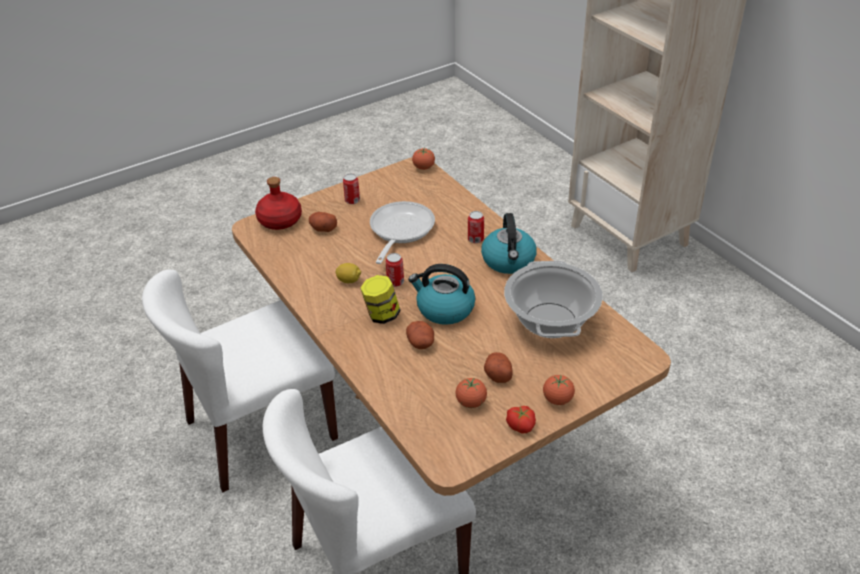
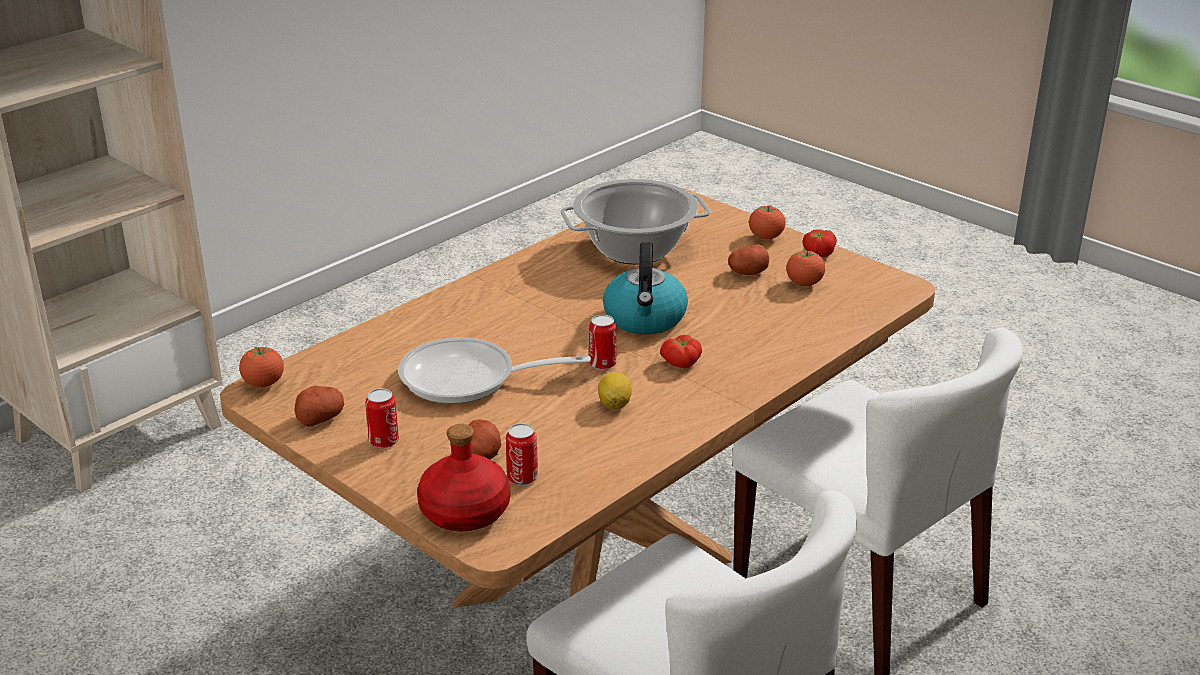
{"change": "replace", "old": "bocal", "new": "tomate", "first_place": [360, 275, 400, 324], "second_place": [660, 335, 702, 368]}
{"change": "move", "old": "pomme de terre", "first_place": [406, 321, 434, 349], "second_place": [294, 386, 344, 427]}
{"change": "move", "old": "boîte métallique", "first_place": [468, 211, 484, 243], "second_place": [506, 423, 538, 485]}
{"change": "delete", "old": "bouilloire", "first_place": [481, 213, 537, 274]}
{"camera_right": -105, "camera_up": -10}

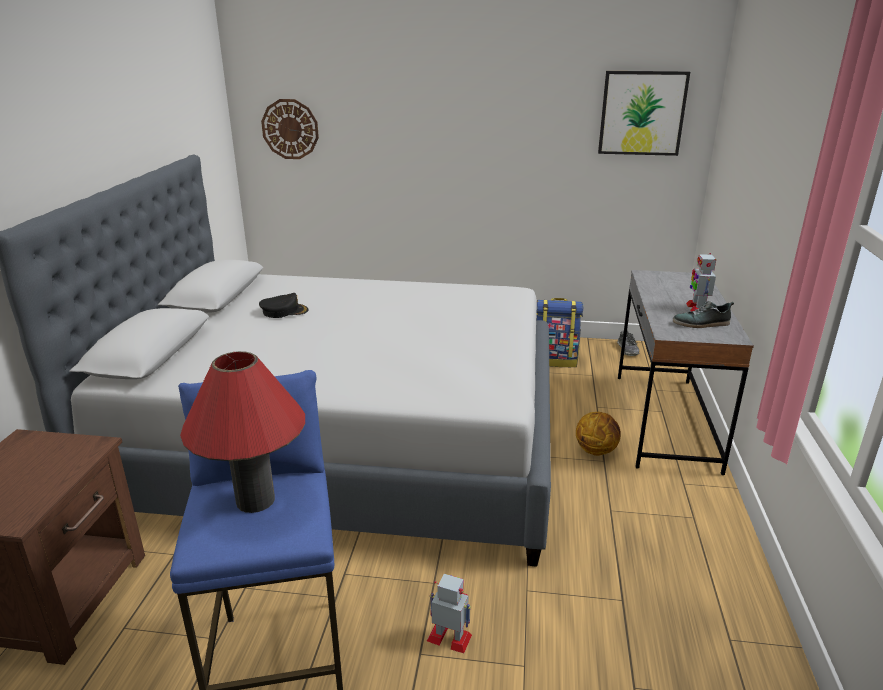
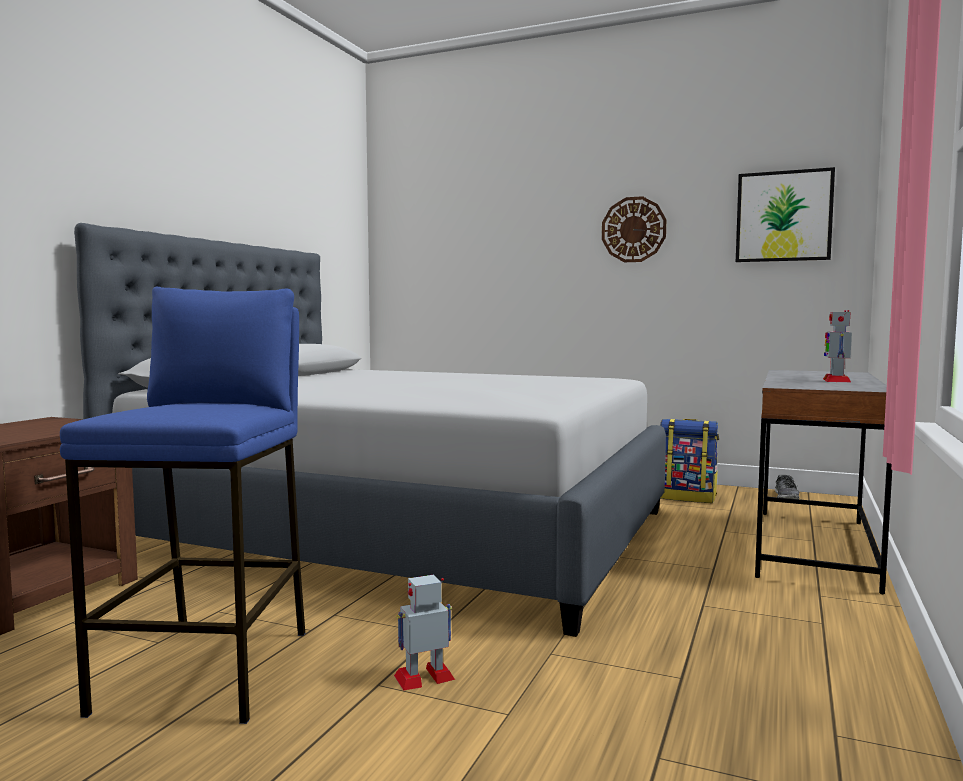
{"change": "delete", "old": "lampe de table/rouge", "first_place": [180, 351, 305, 513]}
{"change": "delete", "old": "casquette/noir", "first_place": [259, 293, 309, 318]}
{"change": "move", "old": "horloge murale", "first_place": [261, 99, 319, 159], "second_place": [602, 196, 666, 262]}
{"change": "rotate", "old": "robot jouet", "first_place": [427, 574, 472, 653], "second_place": [394, 575, 455, 691], "degrees": -60}
{"change": "delete", "old": "ballon de basket", "first_place": [576, 412, 621, 456]}
{"change": "delete", "old": "chaussure", "first_place": [673, 301, 734, 328]}
{"camera_right": 15, "camera_up": -20}

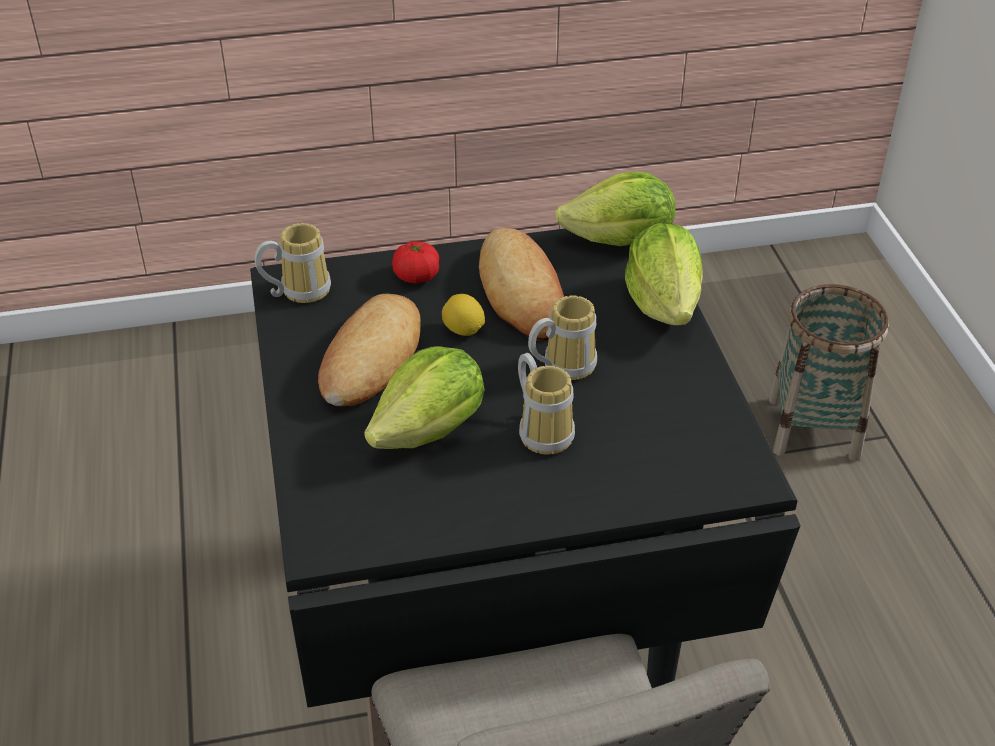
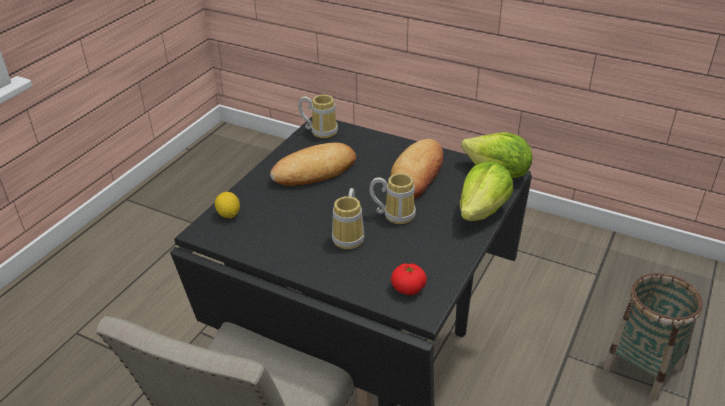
{"change": "delete", "old": "laitue", "first_place": [364, 346, 485, 449]}
{"change": "move", "old": "tomate", "first_place": [392, 241, 439, 283], "second_place": [391, 263, 427, 295]}
{"change": "move", "old": "citron", "first_place": [442, 294, 485, 336], "second_place": [215, 192, 240, 218]}
{"camera_right": 40, "camera_up": -5}

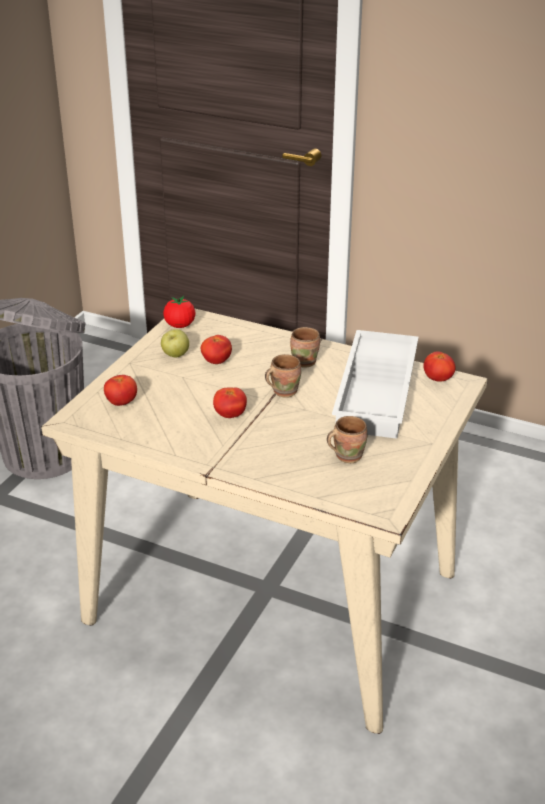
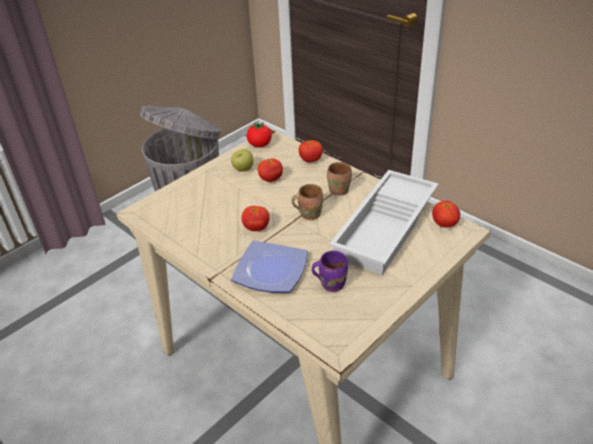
{"change": "move", "old": "tomate", "first_place": [104, 375, 137, 406], "second_place": [299, 140, 323, 162]}
{"change": "recolor", "old": "mug/marron", "new": "mug/violet", "first_place": [327, 416, 367, 463], "second_place": [312, 251, 348, 292]}
{"change": "insert", "new": "assiette", "second_place": [231, 241, 308, 293]}
{"camera_right": 20, "camera_up": 5}

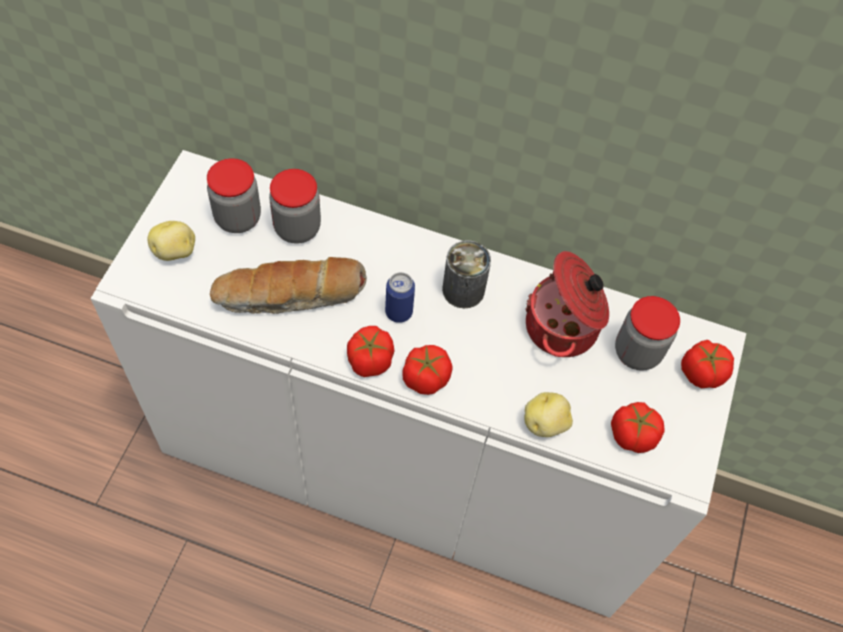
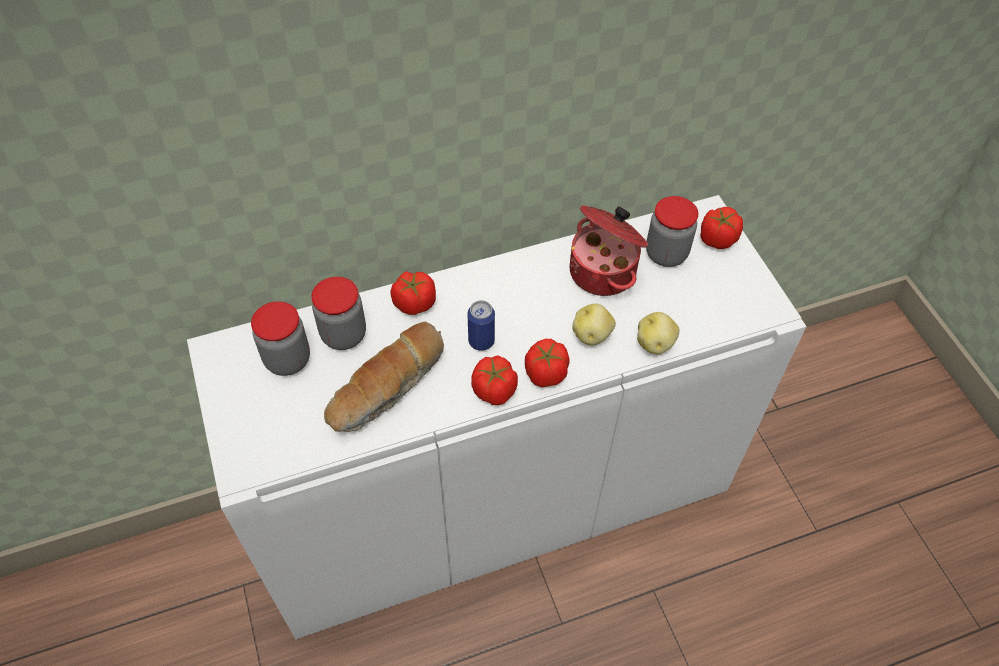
{"change": "move", "old": "pomme de terre", "first_place": [148, 221, 195, 261], "second_place": [572, 304, 616, 346]}
{"change": "delete", "old": "boîte métallique", "first_place": [442, 240, 491, 308]}
{"change": "move", "old": "tomate", "first_place": [611, 402, 664, 453], "second_place": [391, 271, 436, 315]}
{"camera_right": -35, "camera_up": -5}

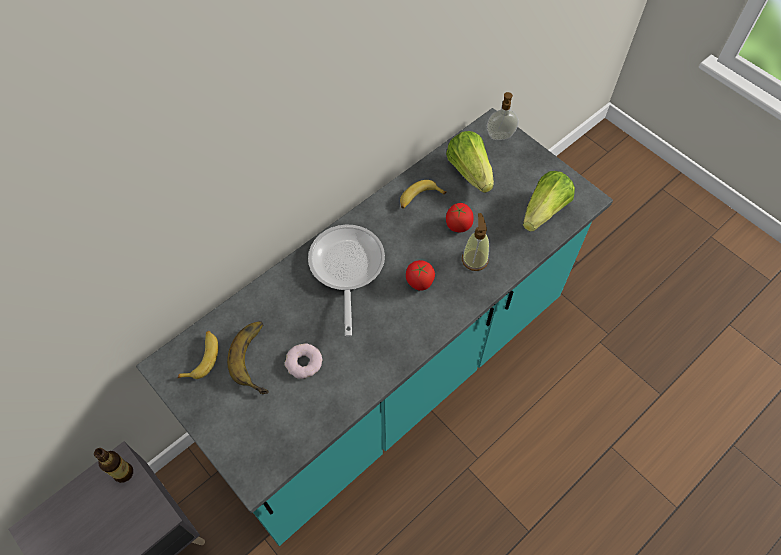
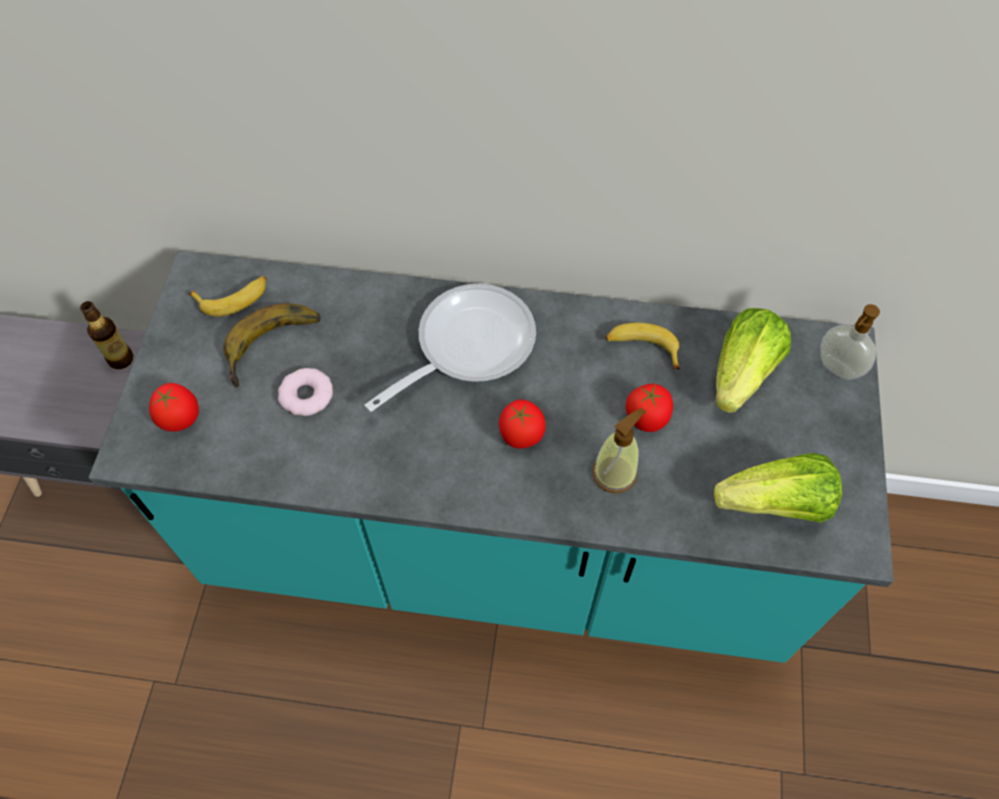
{"change": "insert", "new": "tomate", "second_place": [149, 383, 199, 432]}
{"camera_right": 50, "camera_up": 0}

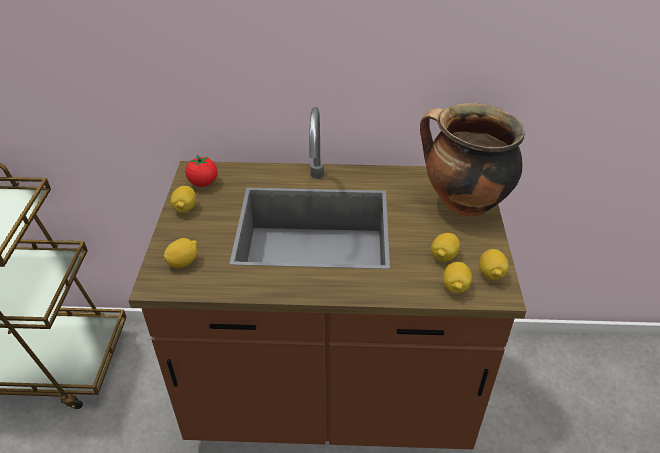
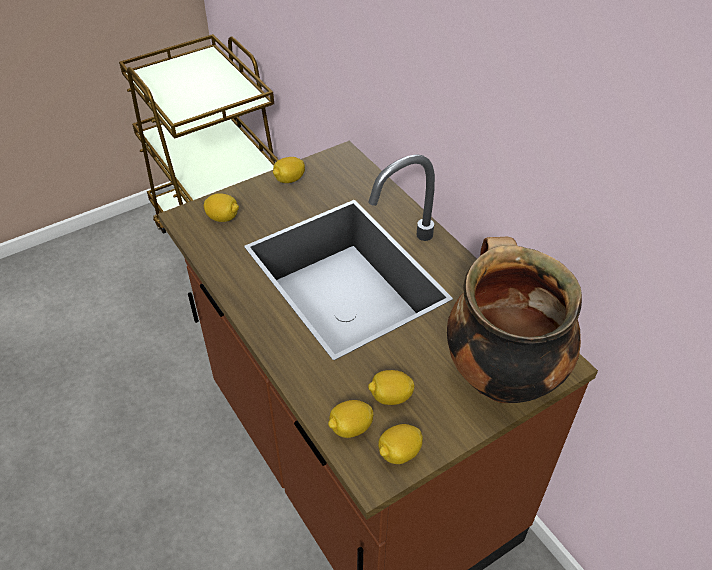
{"change": "delete", "old": "tomate", "first_place": [186, 155, 217, 187]}
{"camera_right": 55, "camera_up": 5}

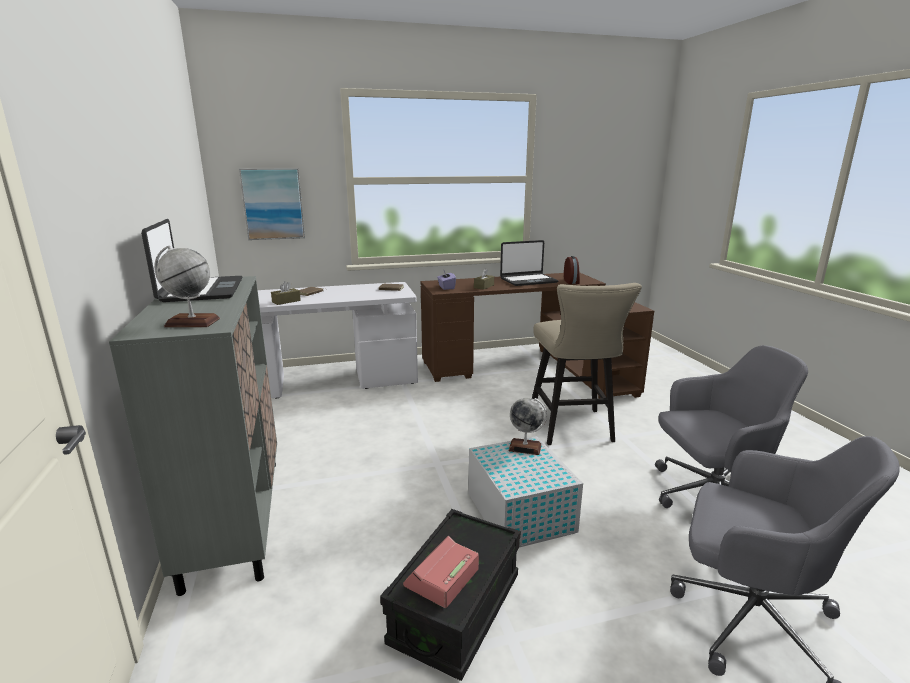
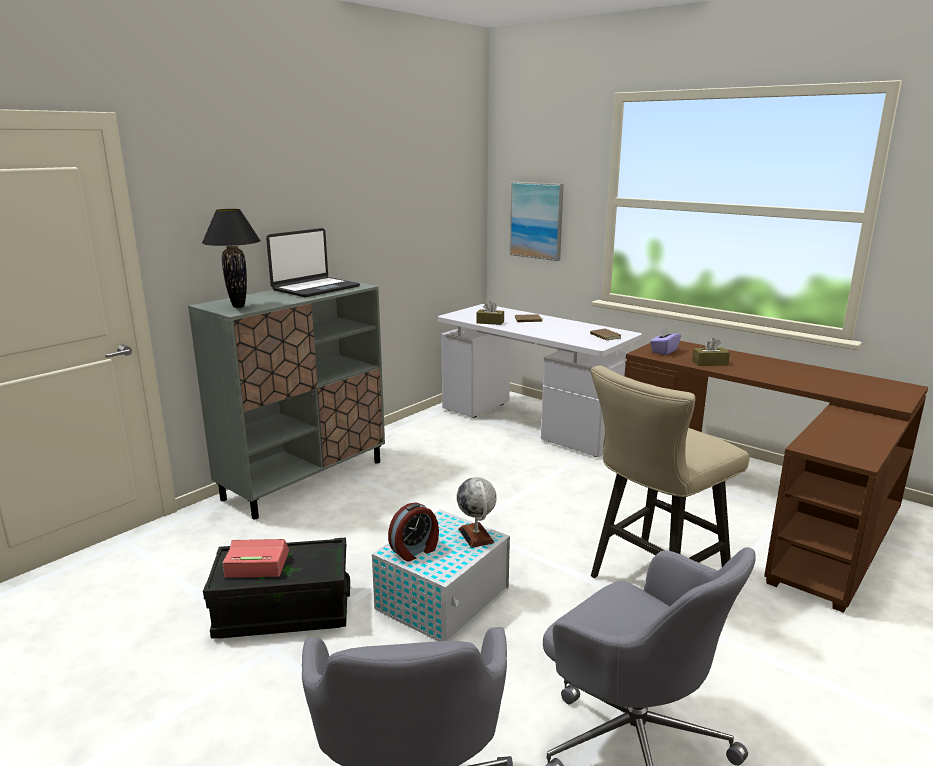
{"change": "replace", "old": "globe", "new": "lampe de table/noir", "first_place": [154, 245, 220, 327], "second_place": [202, 209, 261, 308]}
{"change": "delete", "old": "ordinateur portable", "first_place": [500, 240, 558, 286]}
{"change": "move", "old": "réveil", "first_place": [564, 256, 580, 284], "second_place": [388, 502, 439, 562]}
{"camera_right": 55, "camera_up": 0}

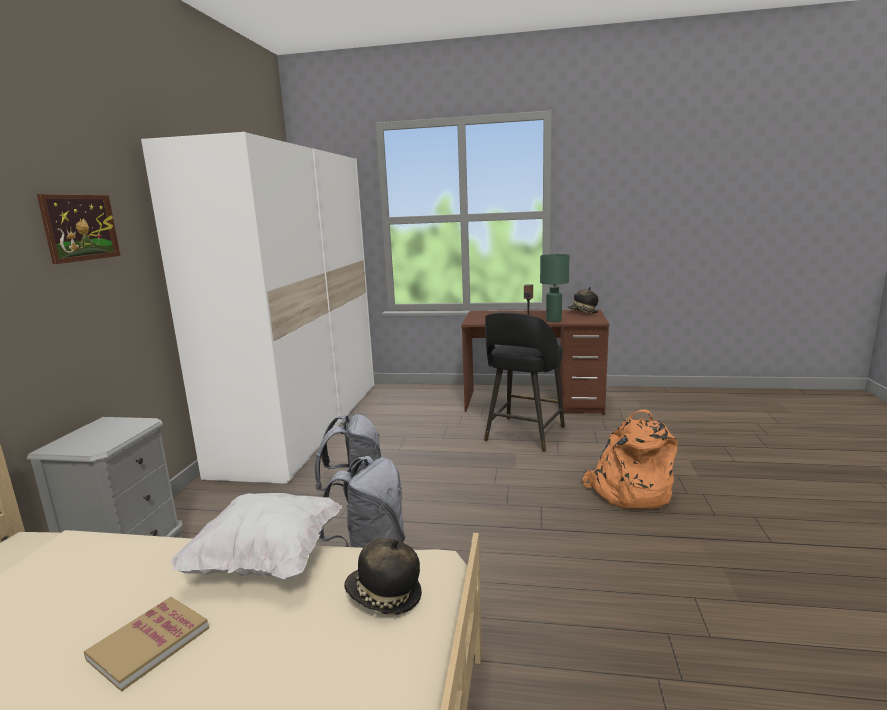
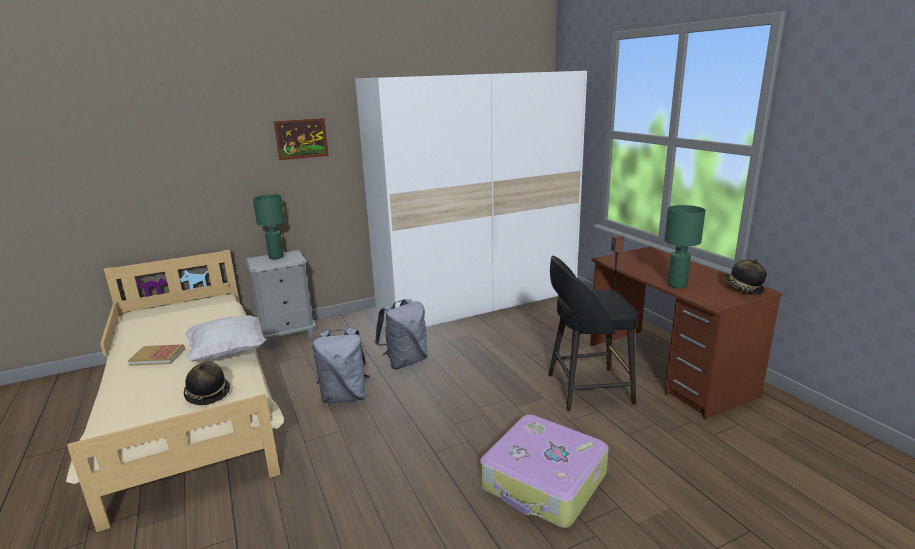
{"change": "replace", "old": "sac à dos/orange", "new": "valise", "first_place": [582, 409, 678, 509], "second_place": [480, 415, 609, 528]}
{"change": "insert", "new": "lampe de table/vert", "second_place": [253, 194, 285, 259]}
{"camera_right": 55, "camera_up": 5}

